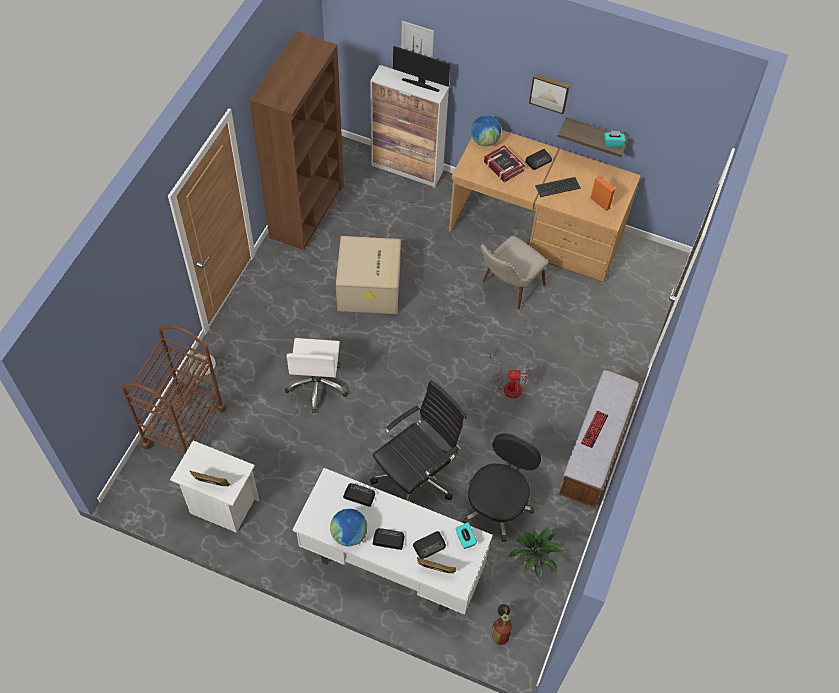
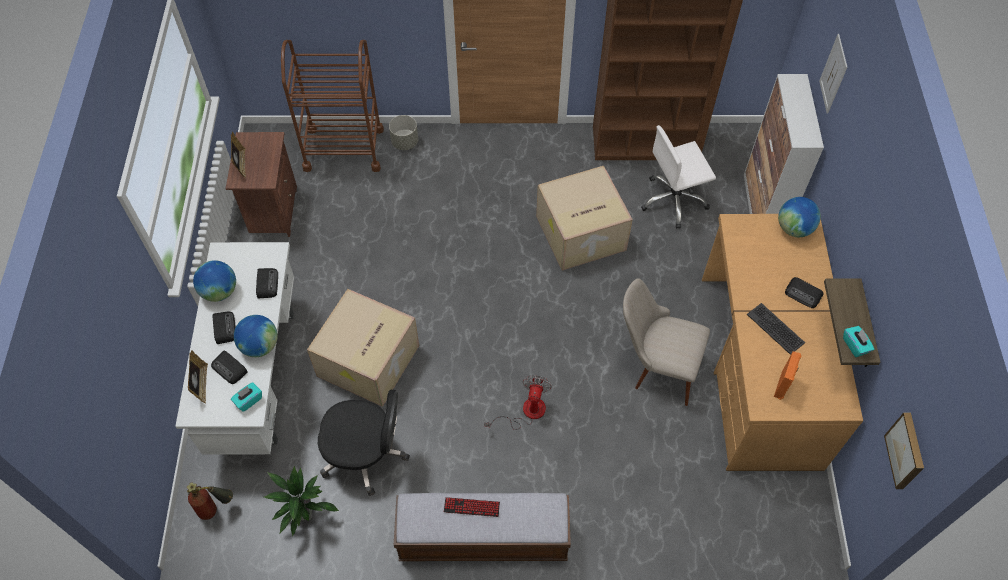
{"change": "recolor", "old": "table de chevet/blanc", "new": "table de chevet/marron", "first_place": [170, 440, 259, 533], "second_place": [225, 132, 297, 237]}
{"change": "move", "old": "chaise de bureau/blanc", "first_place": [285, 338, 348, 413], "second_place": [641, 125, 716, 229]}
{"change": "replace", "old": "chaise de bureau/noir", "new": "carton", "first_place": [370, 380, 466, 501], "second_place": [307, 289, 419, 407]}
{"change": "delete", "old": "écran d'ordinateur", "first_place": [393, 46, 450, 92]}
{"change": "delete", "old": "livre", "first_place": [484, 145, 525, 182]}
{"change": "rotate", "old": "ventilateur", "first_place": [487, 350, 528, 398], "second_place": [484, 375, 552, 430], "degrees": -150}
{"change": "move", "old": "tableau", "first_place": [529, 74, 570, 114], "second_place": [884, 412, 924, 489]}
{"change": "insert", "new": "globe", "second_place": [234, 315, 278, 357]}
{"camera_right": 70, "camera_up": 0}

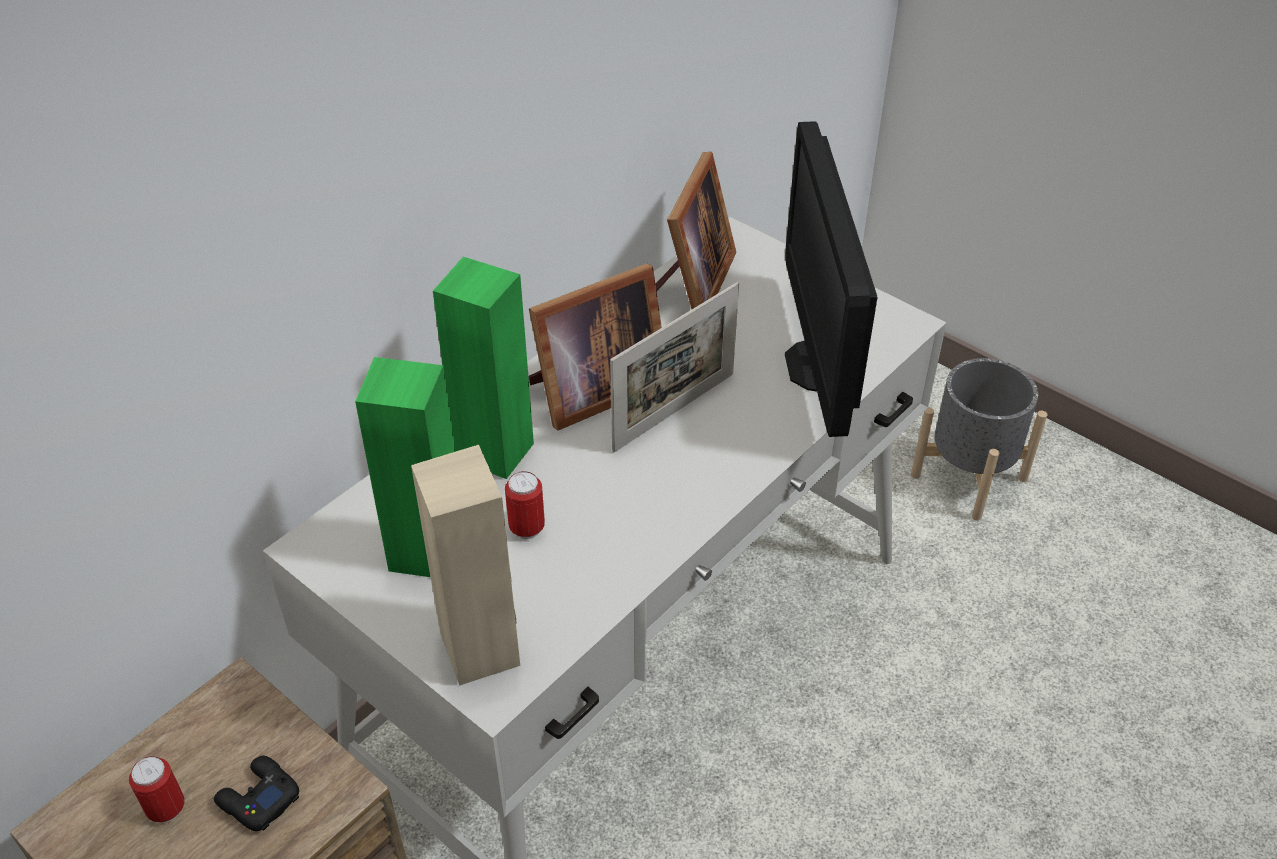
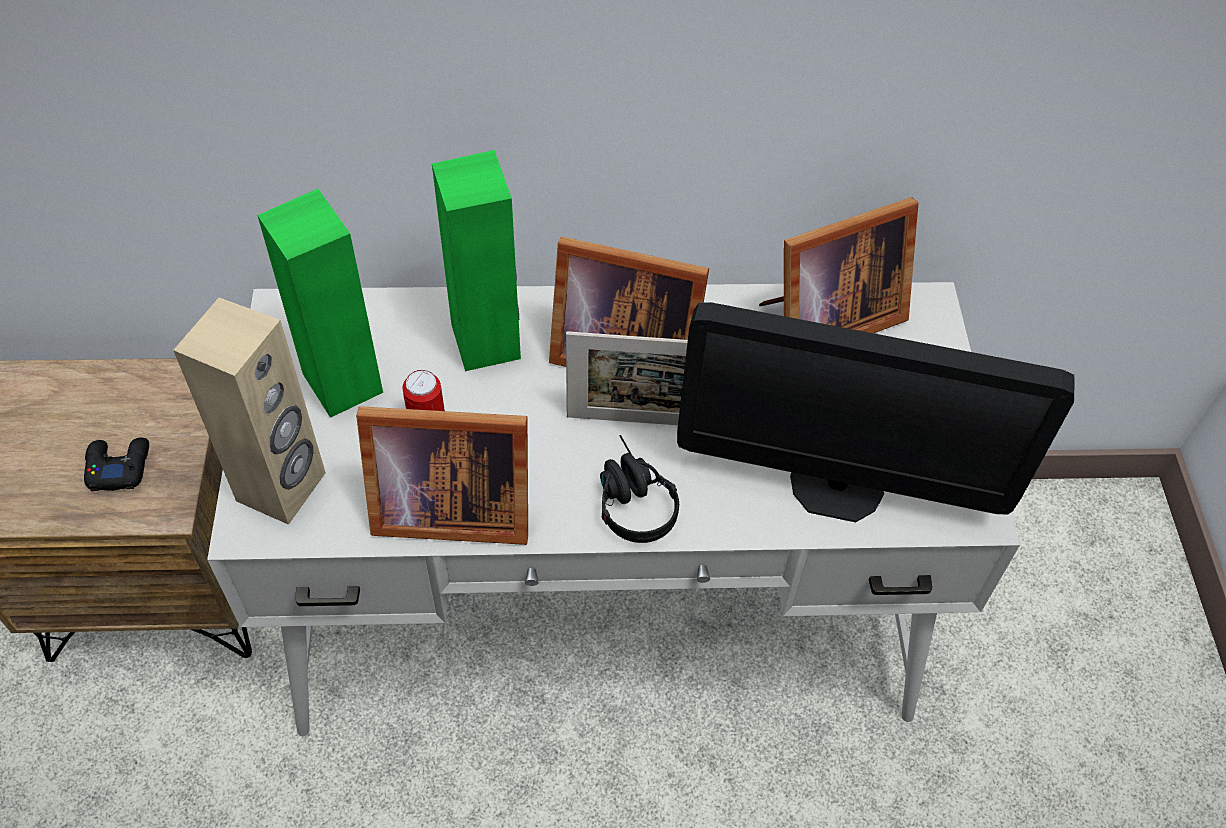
{"change": "delete", "old": "boîte métallique", "first_place": [129, 756, 185, 823]}
{"change": "rotate", "old": "écran d'ordinateur", "first_place": [785, 121, 877, 437], "second_place": [677, 302, 1075, 522], "degrees": -120}
{"change": "delete", "old": "cache-pot/gris", "first_place": [911, 358, 1047, 521]}
{"change": "insert", "new": "cadre photo", "second_place": [356, 406, 528, 545]}
{"change": "insert", "new": "casque audio/noir", "second_place": [600, 435, 679, 543]}
{"camera_right": 45, "camera_up": 10}

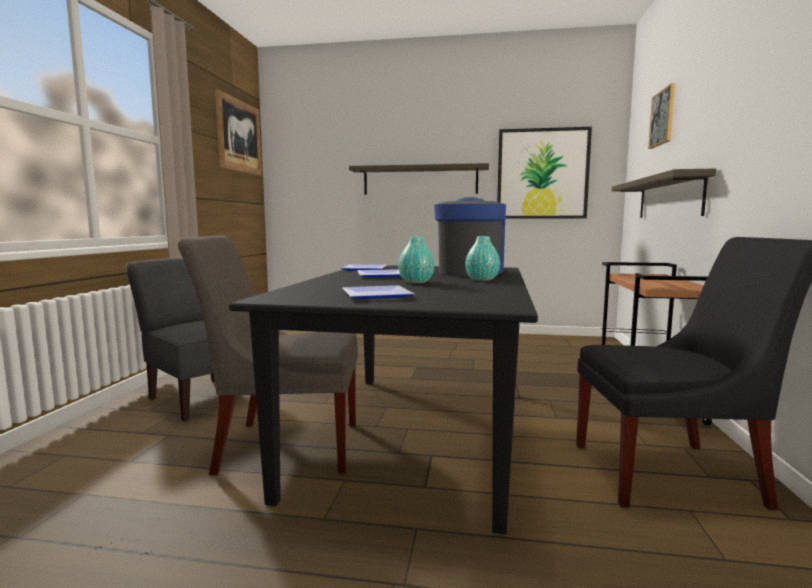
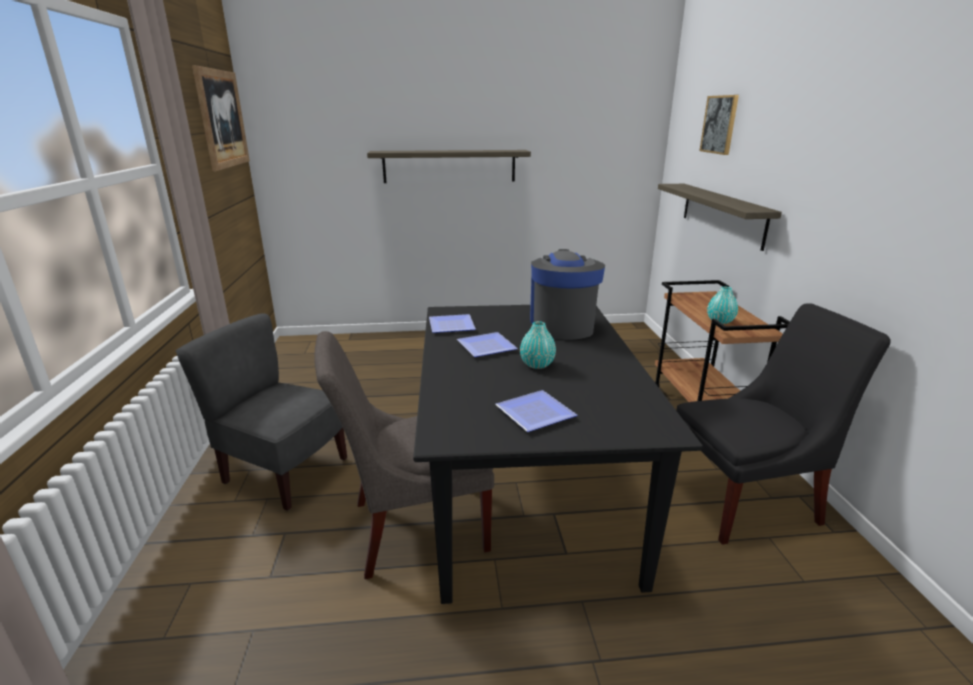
{"change": "move", "old": "vase/turquoise", "first_place": [465, 236, 500, 281], "second_place": [707, 287, 738, 324]}
{"change": "delete", "old": "tableau", "first_place": [497, 127, 592, 219]}
{"camera_right": -15, "camera_up": 15}

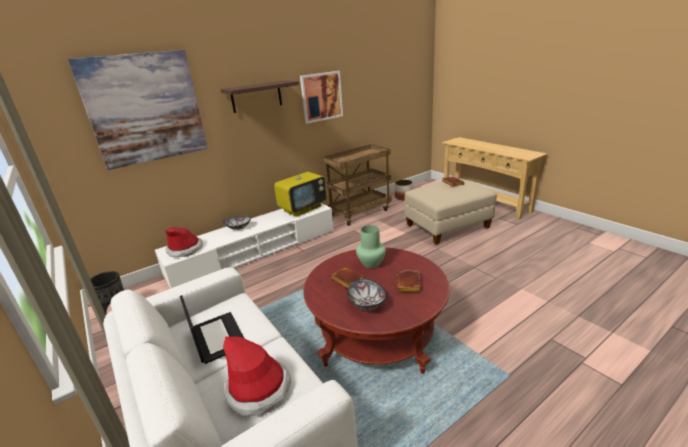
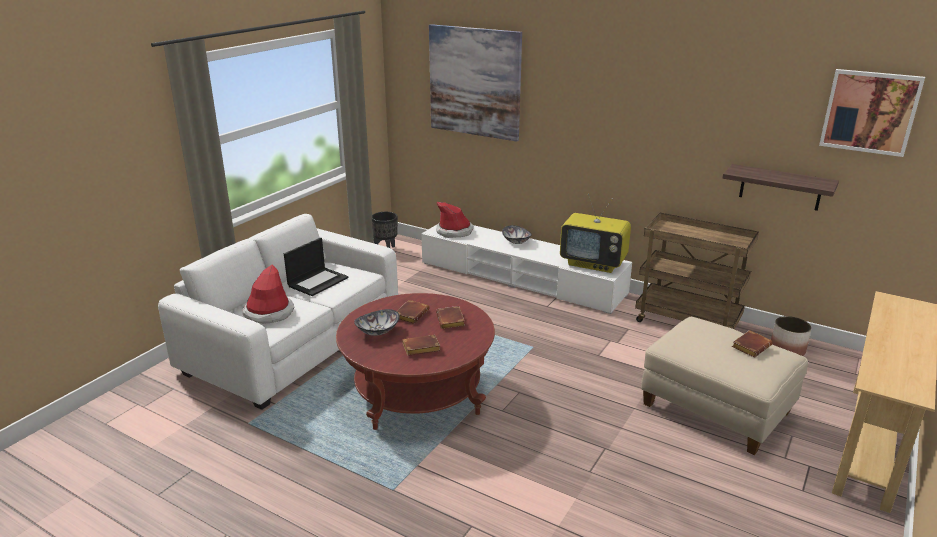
{"change": "move", "old": "étagère", "first_place": [220, 80, 299, 113], "second_place": [722, 164, 839, 211]}
{"change": "move", "old": "tableau", "first_place": [300, 71, 343, 124], "second_place": [819, 69, 925, 157]}
{"change": "replace", "old": "vase/vert", "new": "livre/marron", "first_place": [356, 225, 386, 268], "second_place": [436, 306, 465, 329]}
{"camera_right": 65, "camera_up": 0}

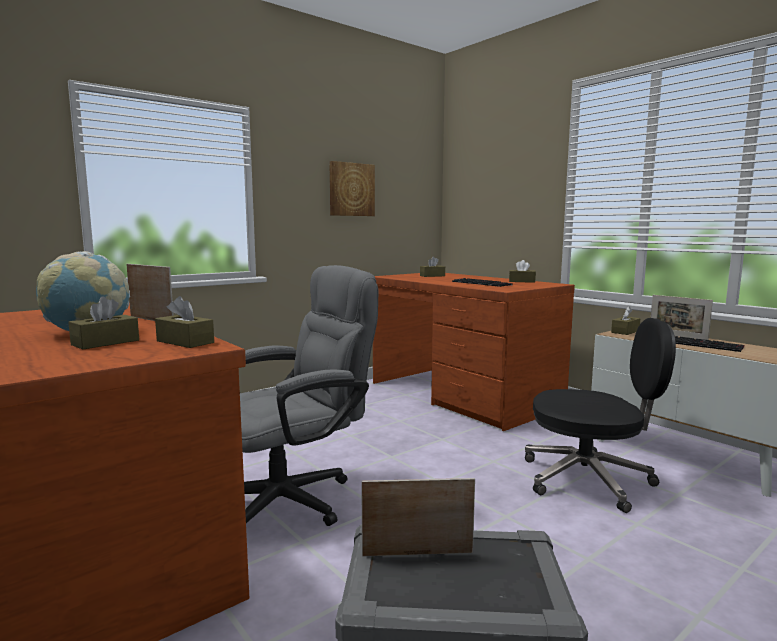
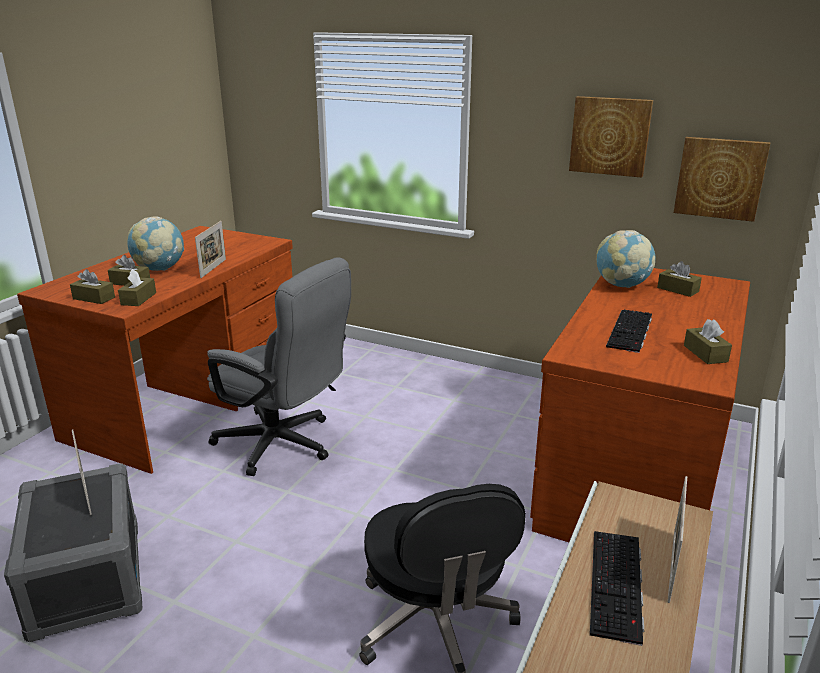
{"change": "move", "old": "boîte à mouchoirs/marron", "first_place": [611, 307, 640, 335], "second_place": [70, 269, 115, 304]}
{"change": "insert", "new": "globe", "second_place": [596, 230, 656, 288]}
{"change": "insert", "new": "tableau", "second_place": [674, 137, 771, 222]}
{"camera_right": 65, "camera_up": 15}

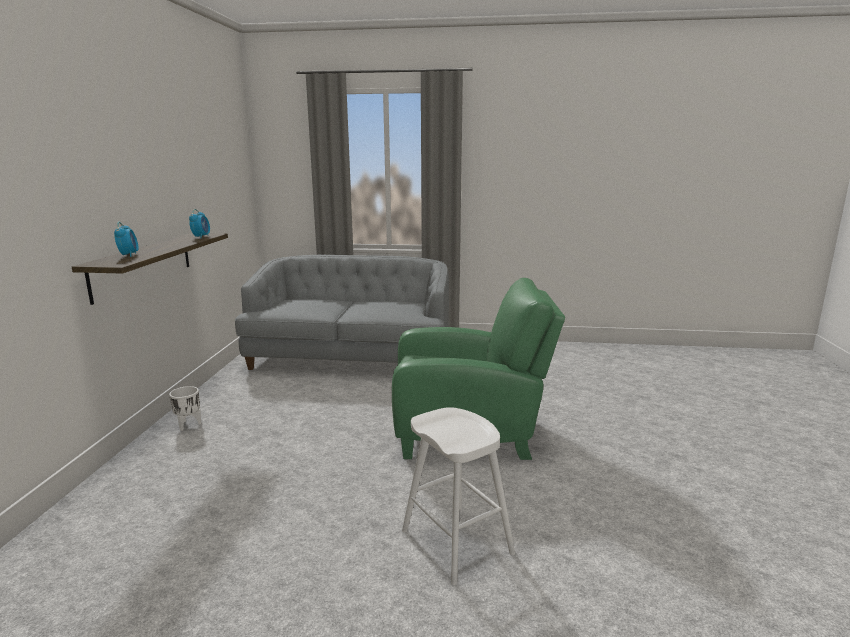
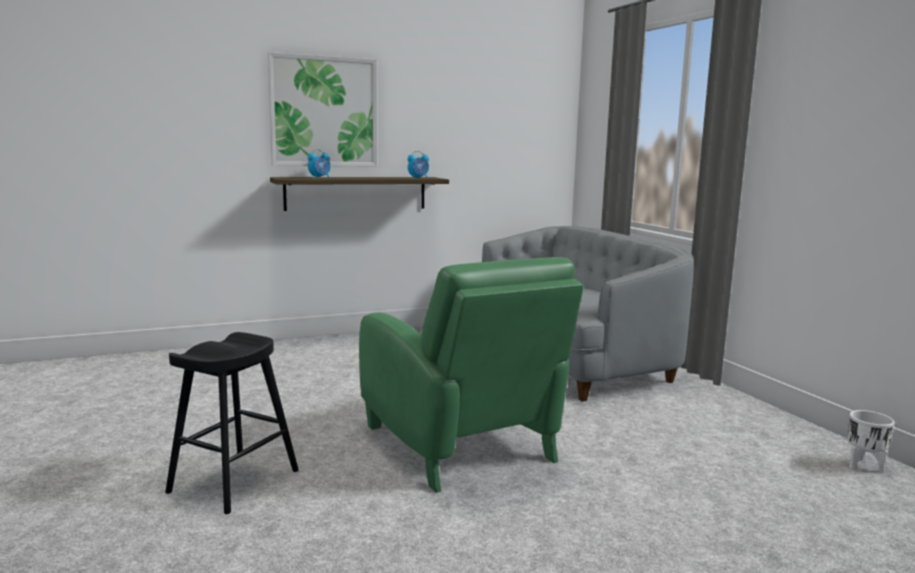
{"change": "move", "old": "cache-pot/blanc", "first_place": [169, 386, 201, 431], "second_place": [847, 410, 894, 473]}
{"change": "recolor", "old": "tabouret/blanc", "new": "tabouret/noir", "first_place": [402, 407, 515, 585], "second_place": [165, 332, 299, 514]}
{"change": "insert", "new": "tableau", "second_place": [268, 52, 377, 166]}
{"camera_right": 60, "camera_up": -5}

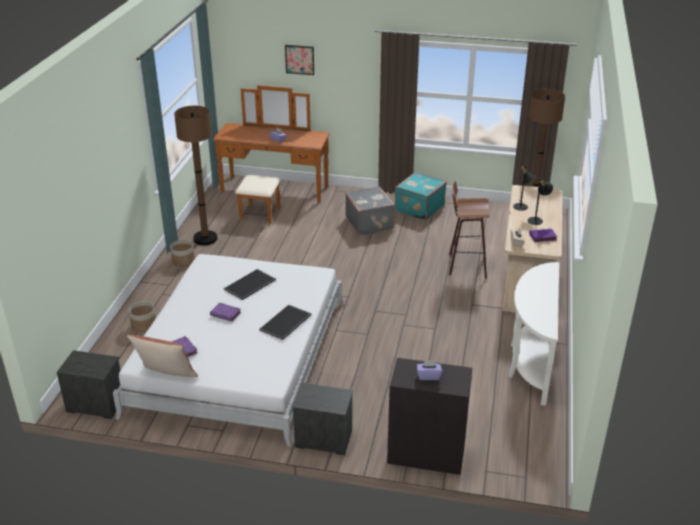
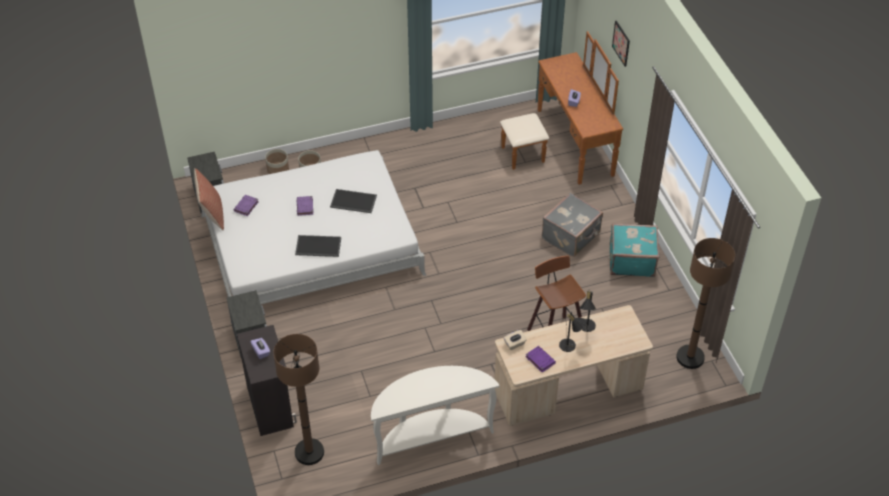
{"change": "move", "old": "cache-pot", "first_place": [170, 240, 195, 267], "second_place": [265, 149, 289, 174]}
{"change": "move", "old": "lampadaire/marron", "first_place": [174, 106, 218, 245], "second_place": [273, 334, 324, 465]}
{"camera_right": 60, "camera_up": 15}

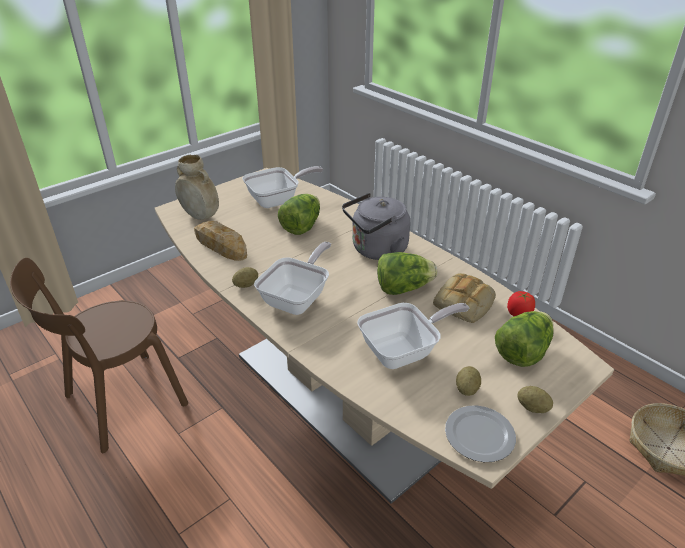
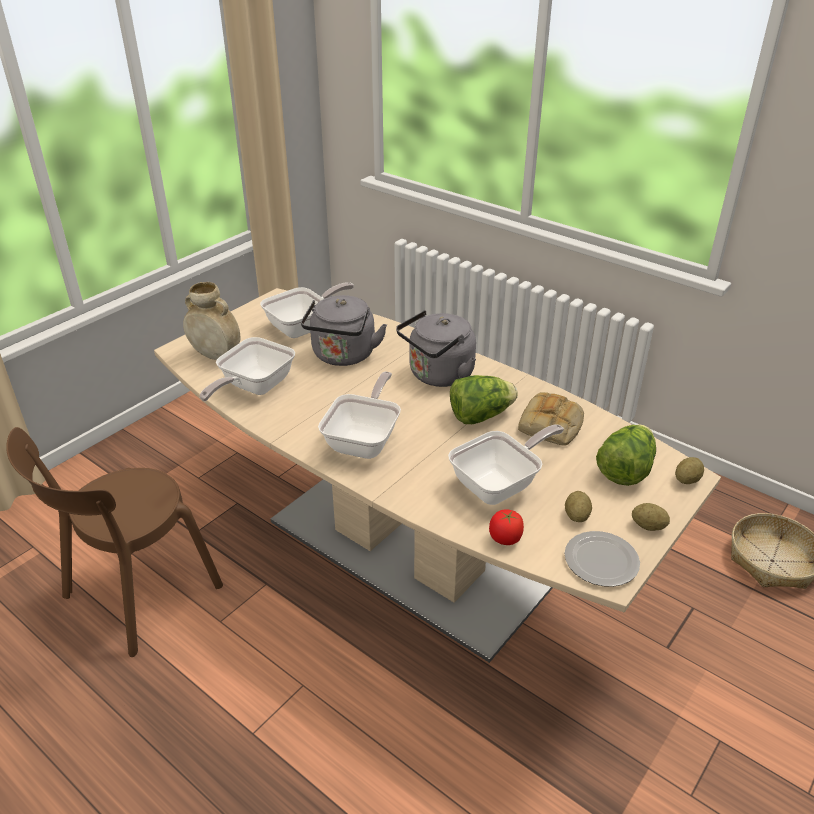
{"change": "replace", "old": "pain", "new": "poêle", "first_place": [194, 221, 247, 261], "second_place": [199, 337, 295, 401]}
{"change": "move", "old": "pomme de terre", "first_place": [232, 267, 258, 288], "second_place": [675, 457, 704, 484]}
{"change": "replace", "old": "laitue", "new": "bouilloire/gris", "first_place": [278, 194, 320, 235], "second_place": [301, 295, 387, 366]}
{"change": "move", "old": "tomate", "first_place": [507, 291, 535, 316], "second_place": [489, 509, 524, 545]}
{"camera_right": -10, "camera_up": 0}

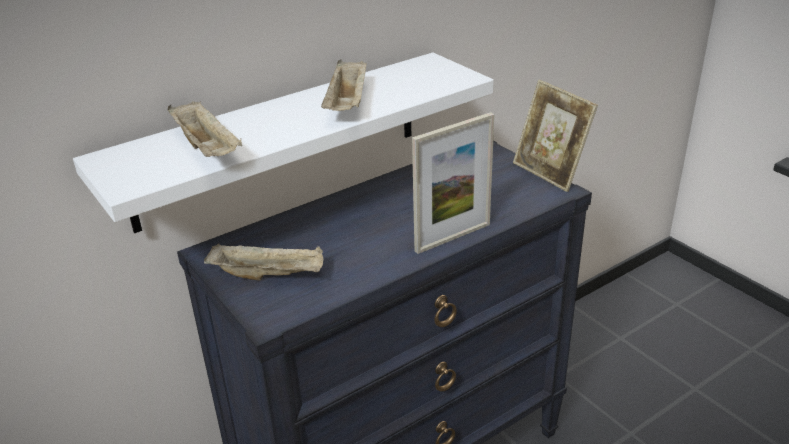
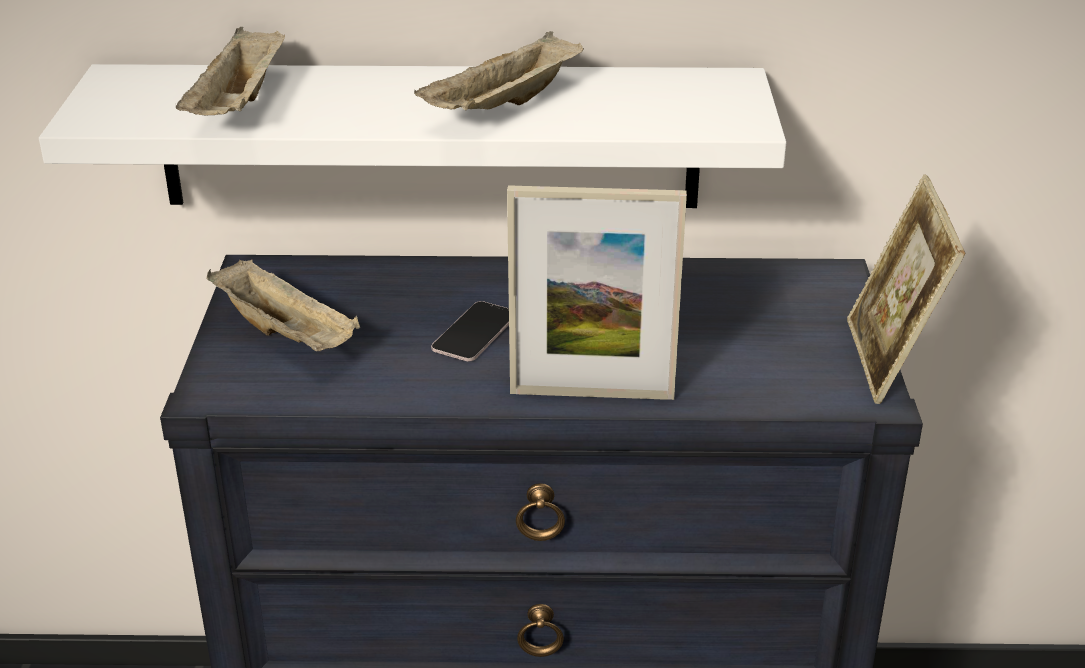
{"change": "insert", "new": "téléphone", "second_place": [431, 301, 509, 361]}
{"camera_right": 35, "camera_up": 0}

